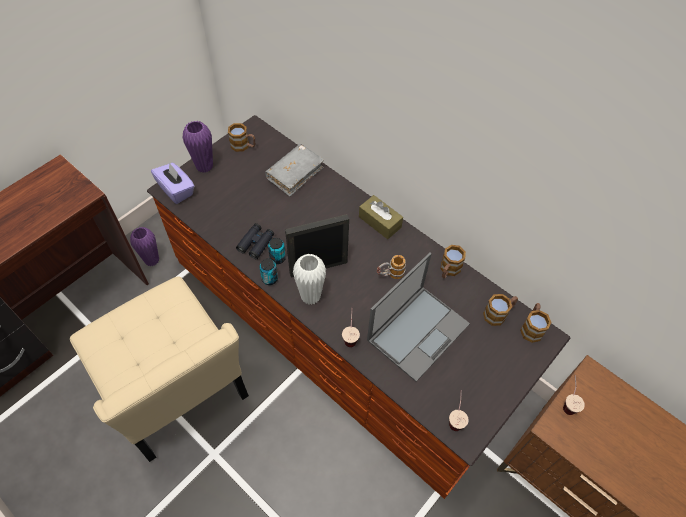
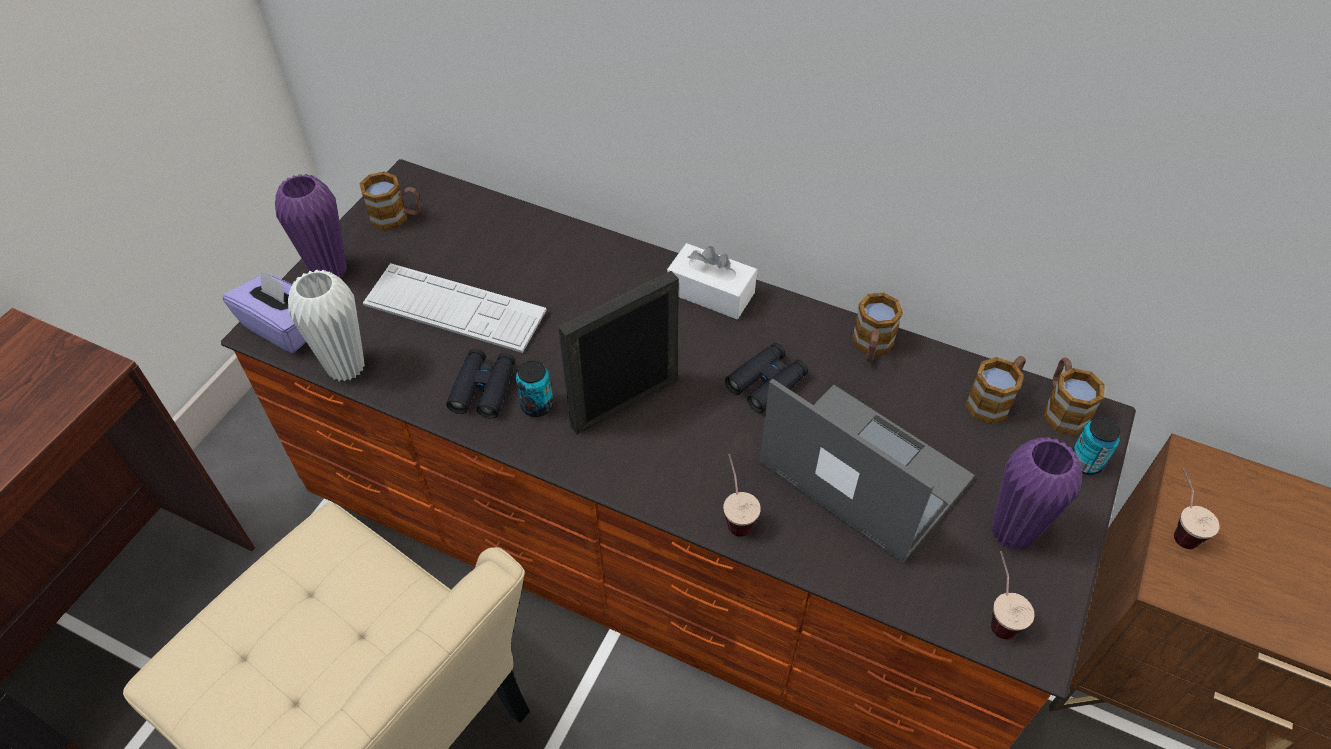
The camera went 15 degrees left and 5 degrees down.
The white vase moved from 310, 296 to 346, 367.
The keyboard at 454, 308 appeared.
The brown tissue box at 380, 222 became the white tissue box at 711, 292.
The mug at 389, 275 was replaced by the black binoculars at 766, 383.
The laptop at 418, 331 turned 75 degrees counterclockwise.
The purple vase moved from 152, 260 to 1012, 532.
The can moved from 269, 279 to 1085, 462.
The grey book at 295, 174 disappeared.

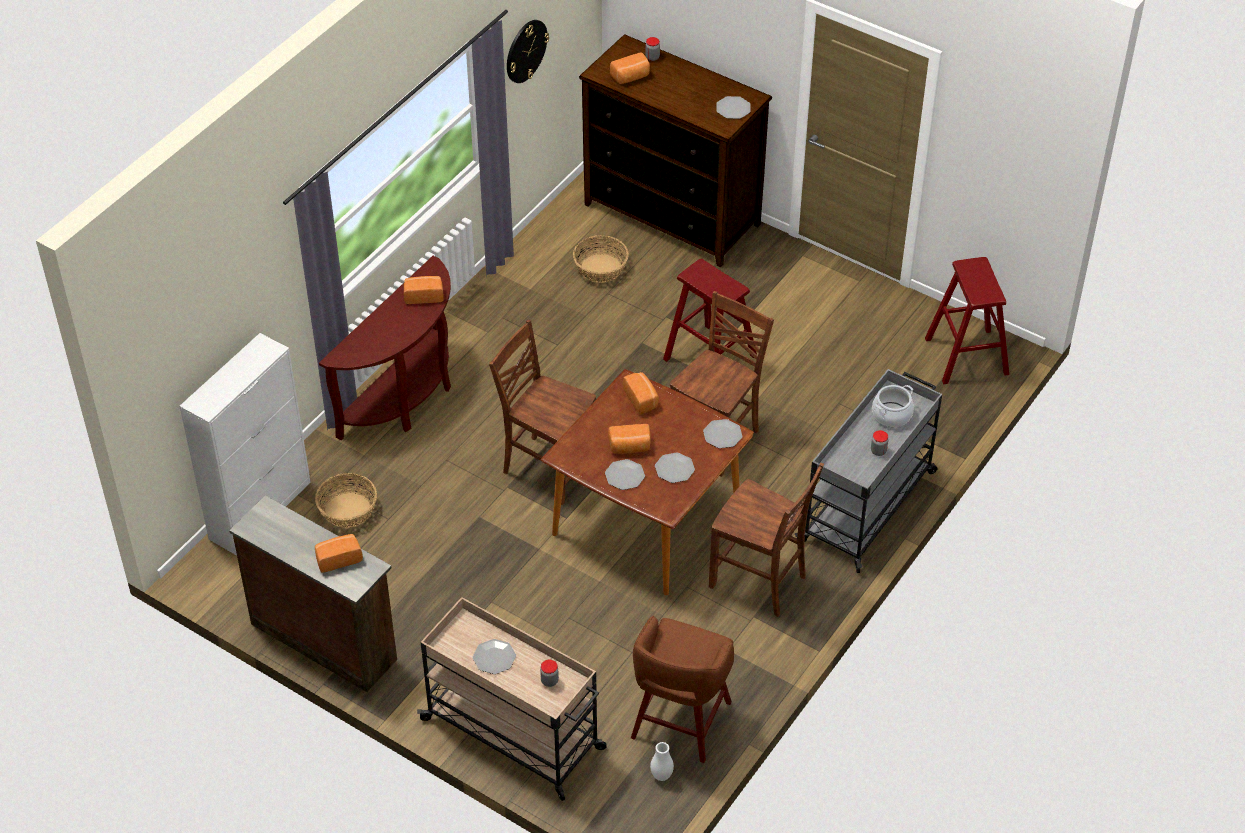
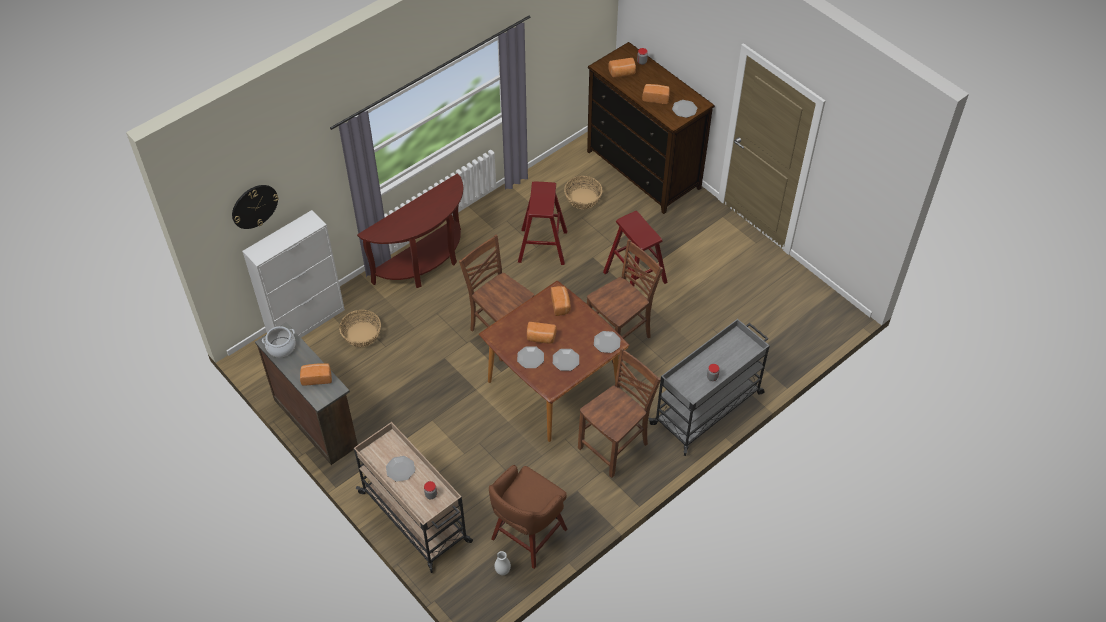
The camera went 15 degrees right and 5 degrees up.
The wall clock moved from 526, 51 to 254, 206.
The cooking pot moved from 891, 415 to 281, 347.
The red stool moved from 966, 356 to 542, 246.
The brown chair at 760, 582 turned 90 degrees counterclockwise.
The bread moved from 424, 296 to 656, 98.

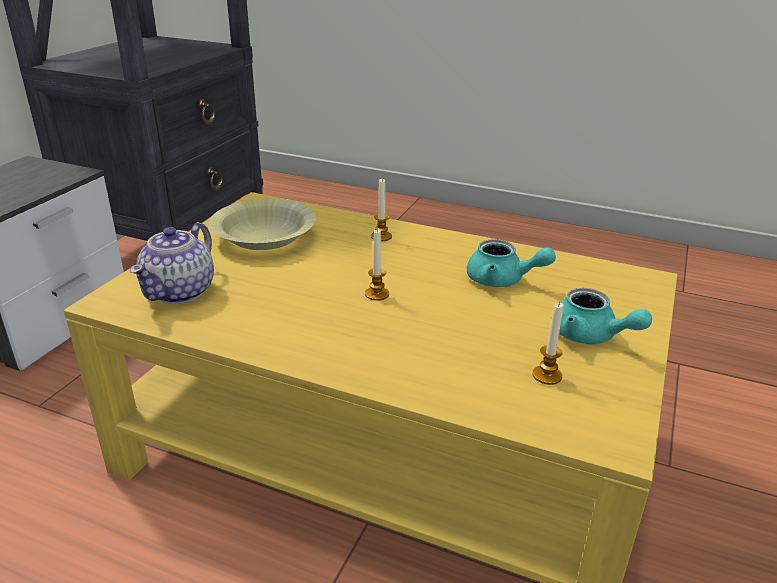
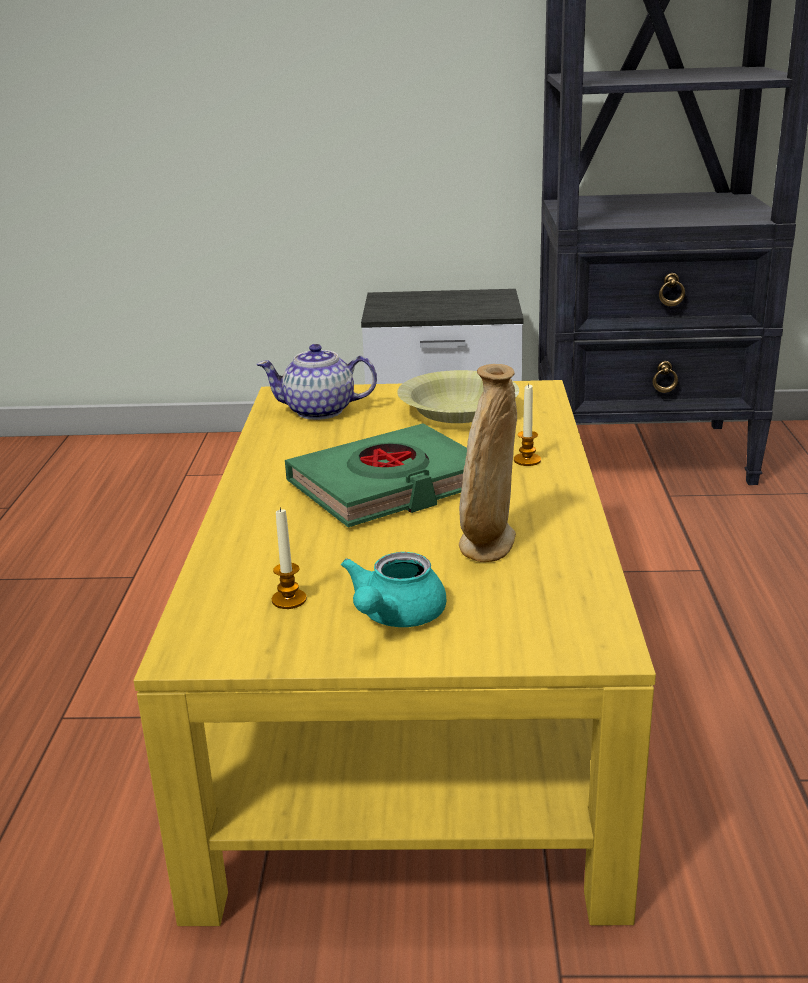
The camera went 70 degrees right and 5 degrees down.
The candle at 377, 294 was replaced by the green book at 388, 486.
The turquoise teapot at 502, 280 was replaced by the beige vase at 487, 544.

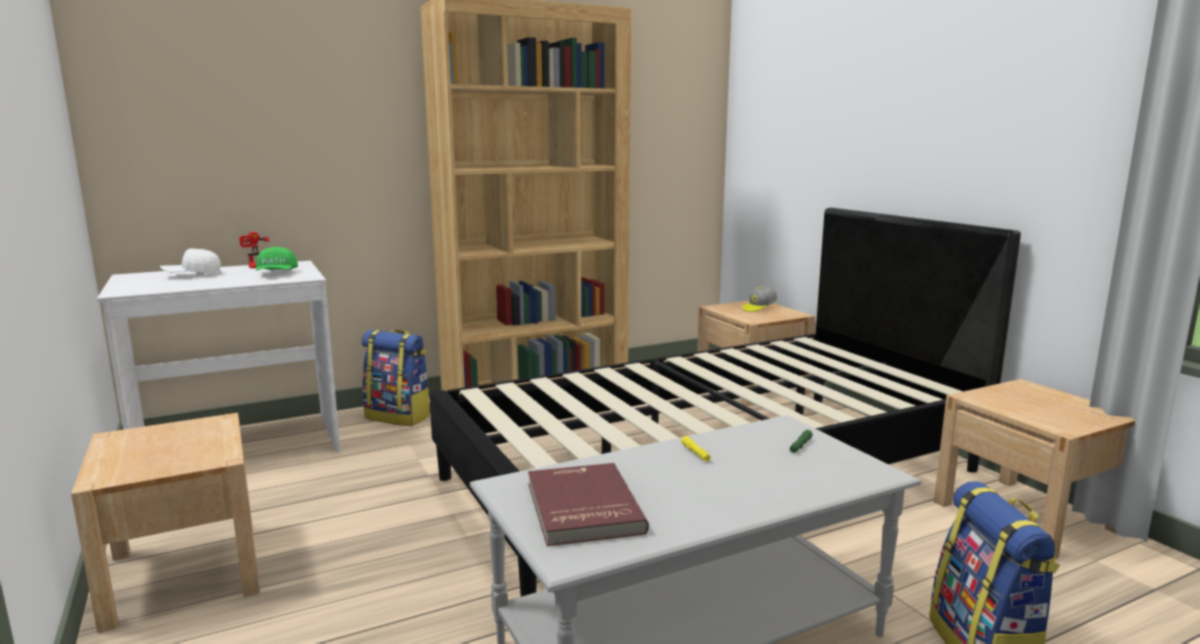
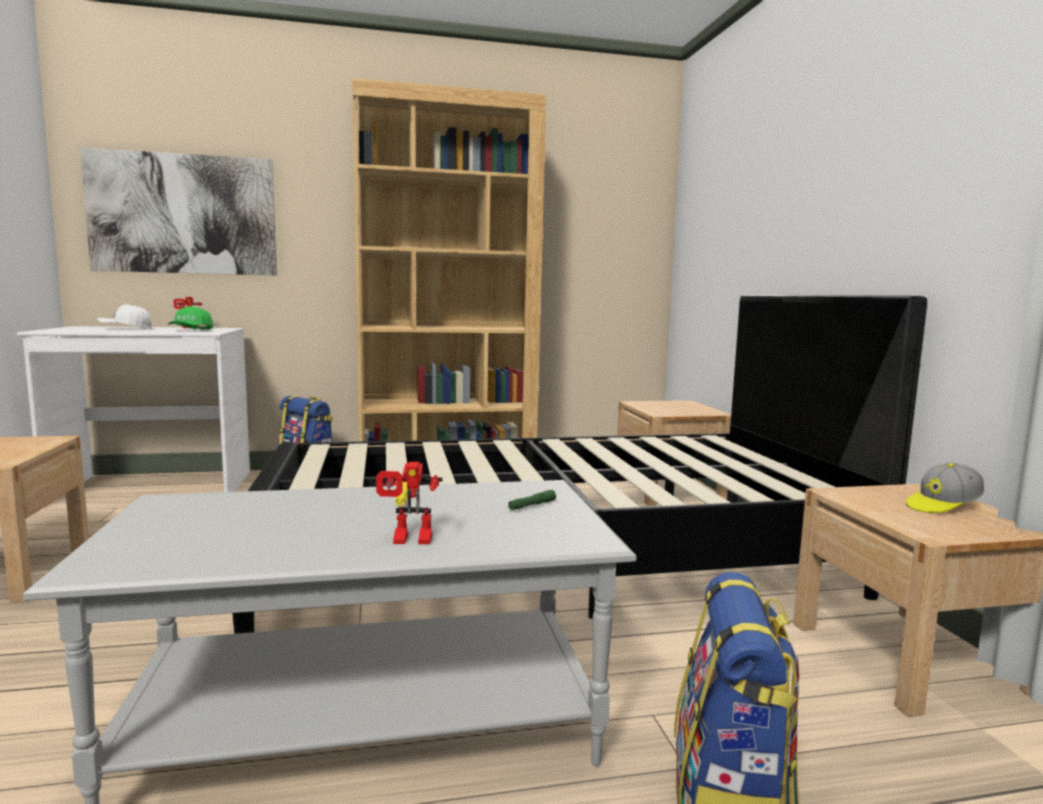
The camera went 15 degrees right and 5 degrees down.
The picture at 183, 214 appeared.
The toy robot at 409, 541 appeared.
The cap moved from 759, 308 to 942, 506.
The red book at 581, 508 disappeared.

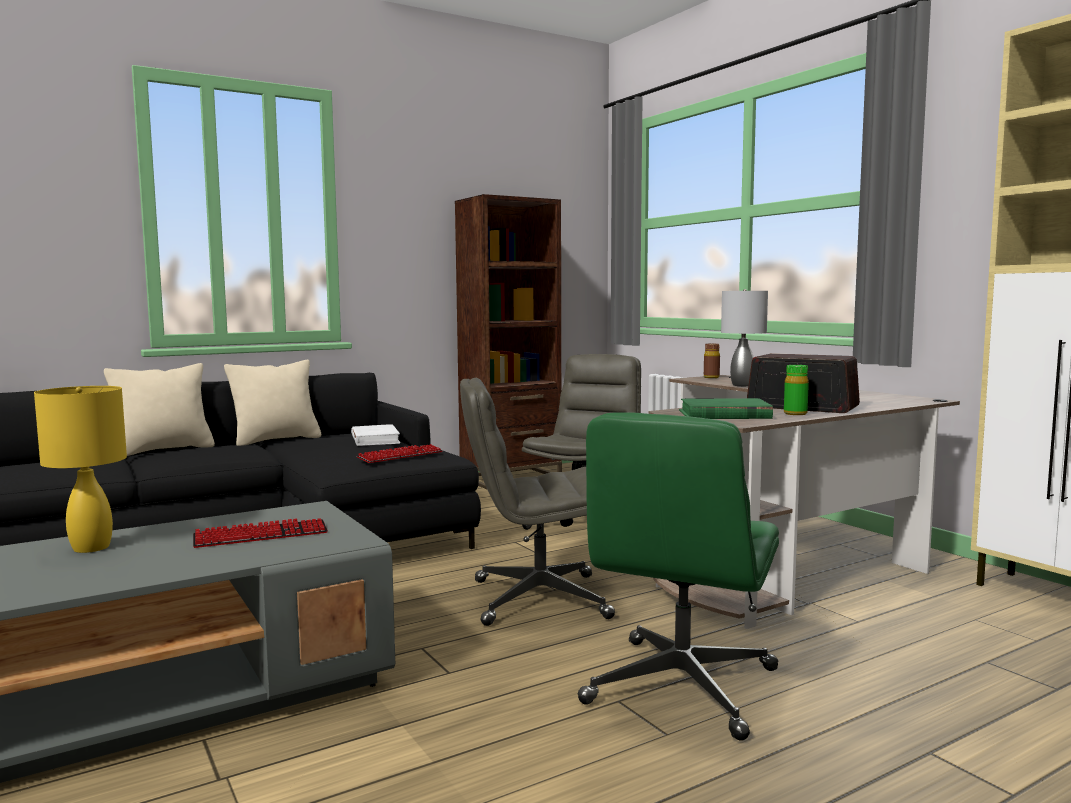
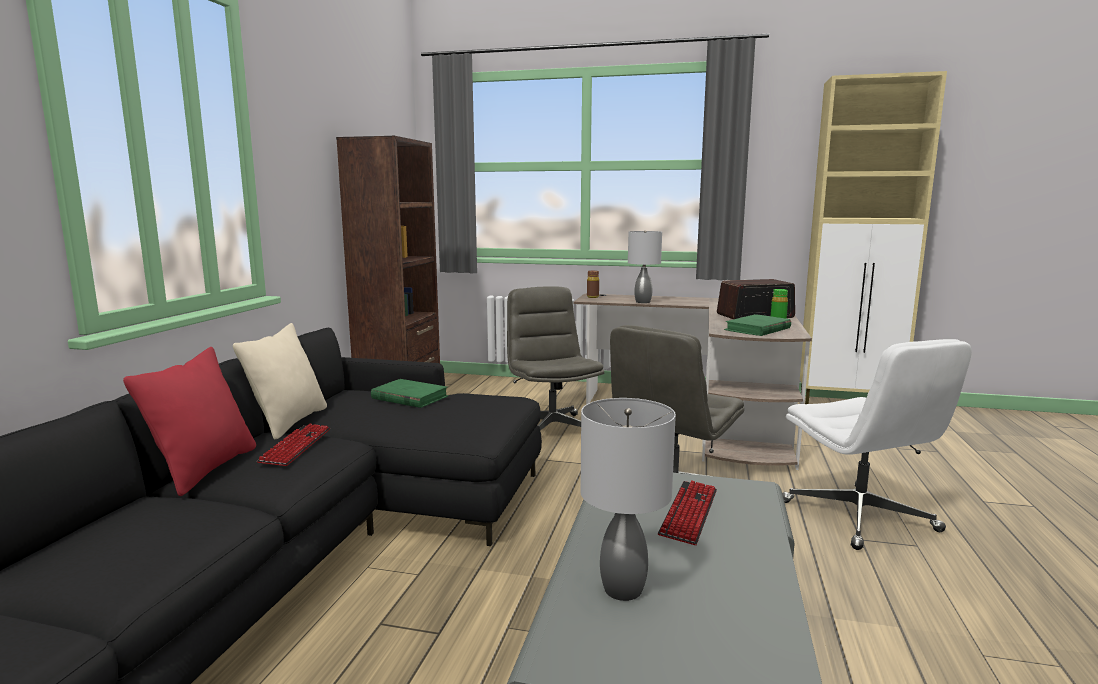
The camera went 45 degrees left and 5 degrees up.
The beige pillow at 164, 450 became the red pillow at 205, 469.
The keyboard moved from 400, 456 to 296, 446.
The white book at 375, 439 became the green book at 409, 397.
The yellow table lamp at 91, 548 became the grey table lamp at 624, 589.
The green office chair at 681, 687 became the white office chair at 860, 517.

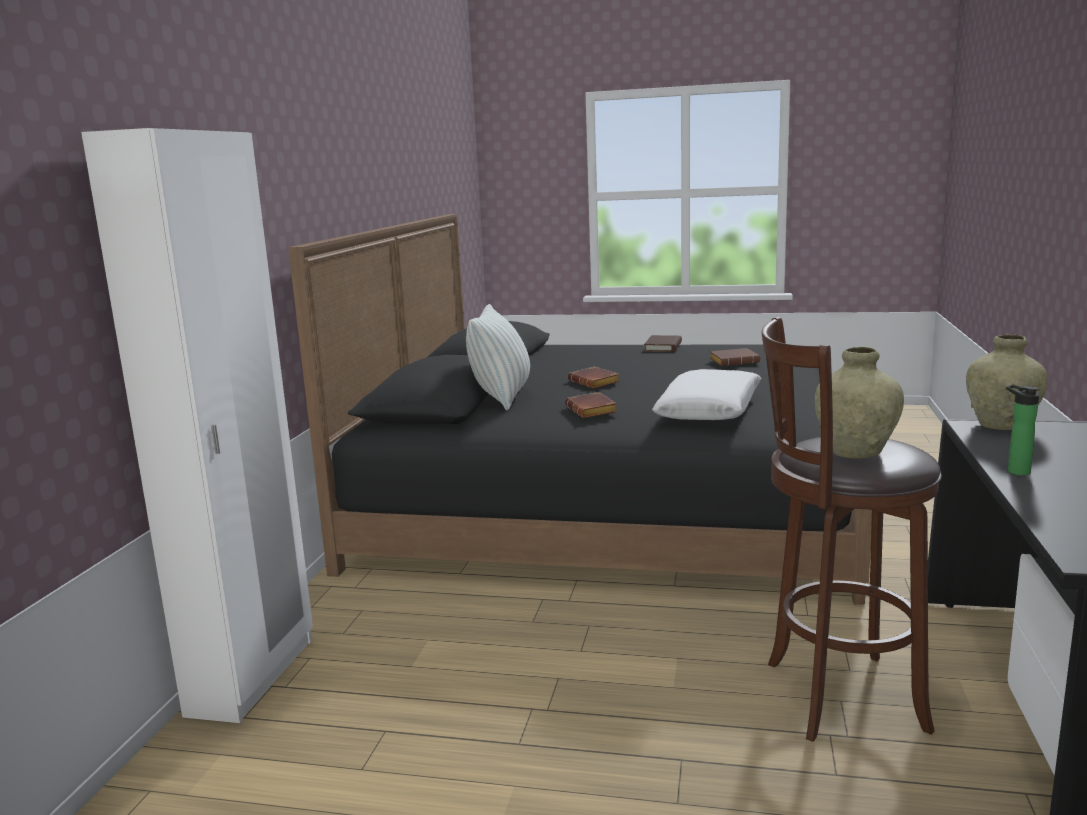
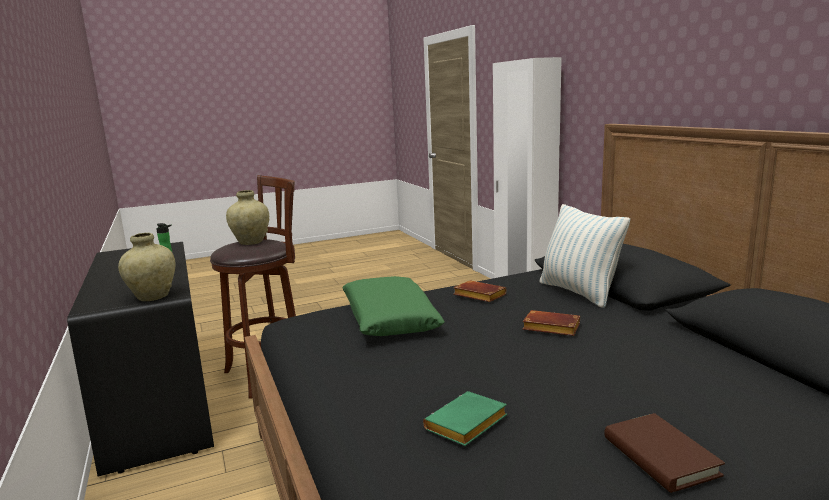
The camera went 145 degrees right and 0 degrees up.
The white pillow at 709, 410 became the green pillow at 389, 318.
The brown book at 735, 361 became the green book at 466, 426.

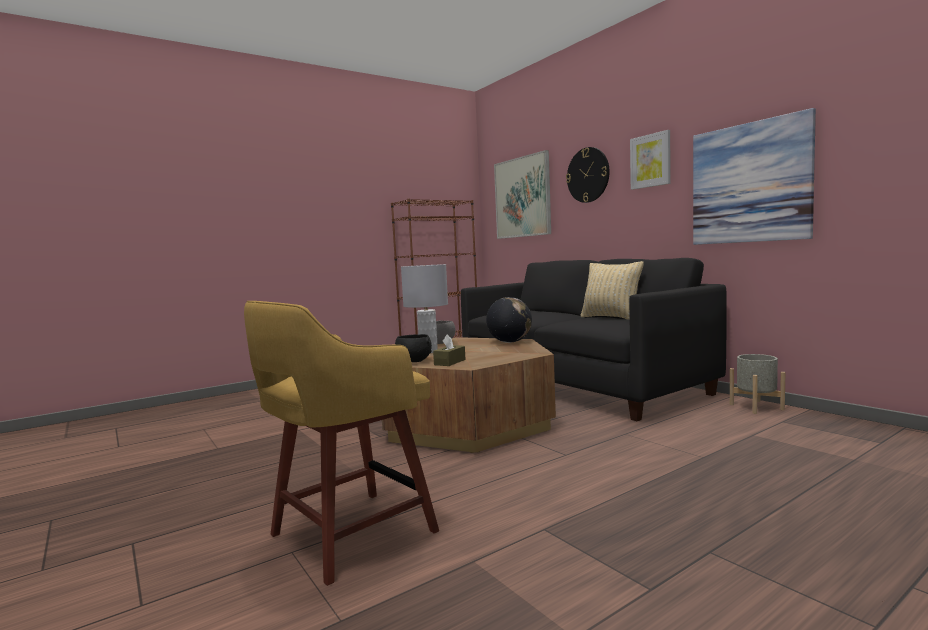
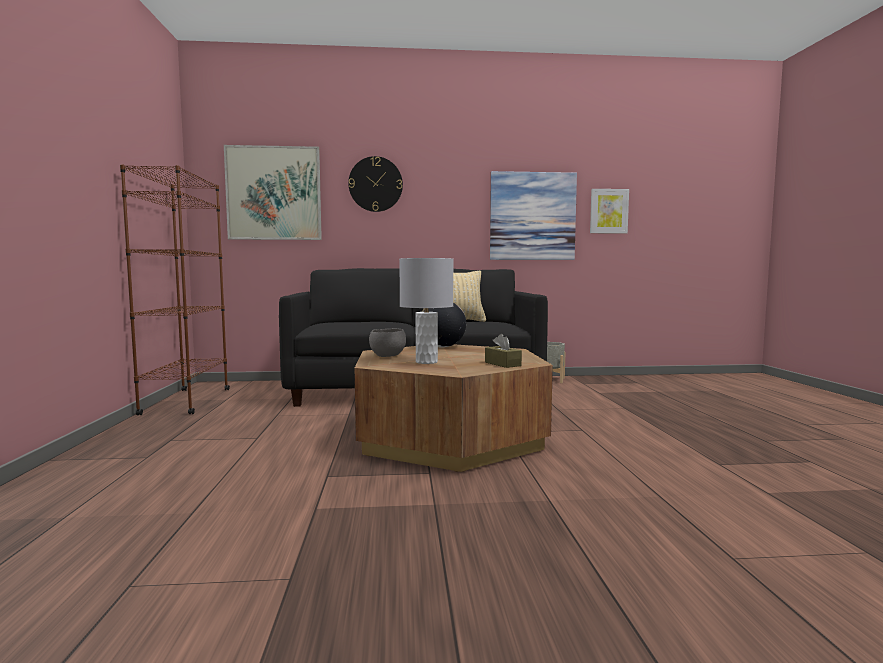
The camera went 60 degrees left and 0 degrees up.
The picture moved from 650, 160 to 608, 211.
The yellow stool at 348, 535 disappeared.
The black bowl at 413, 361 disappeared.

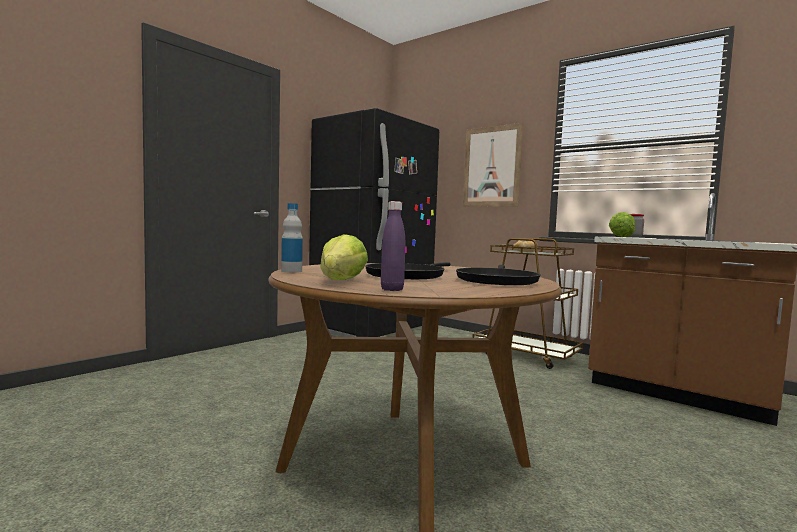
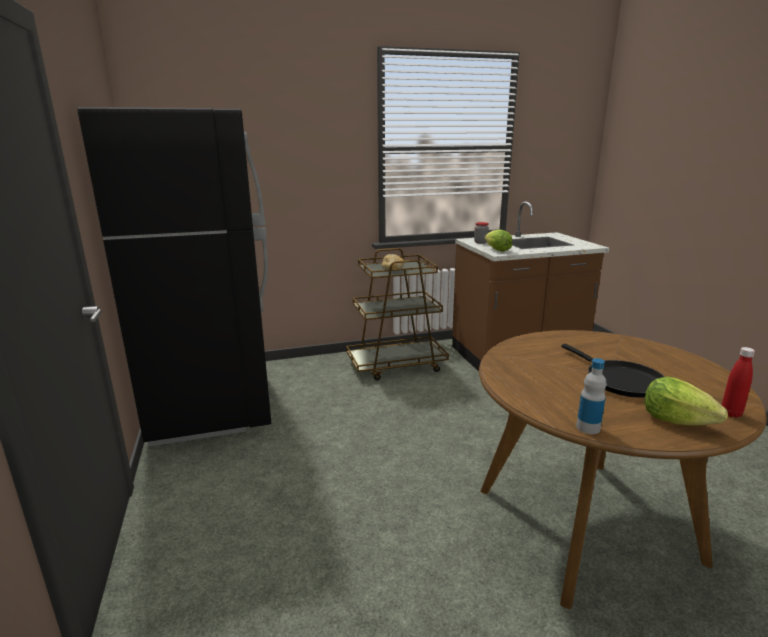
The camera went 55 degrees left and 15 degrees up.
The purple bottle at 392, 289 became the red bottle at 731, 413.
The black frying pan at 497, 281 disappeared.
The picture at 492, 167 disappeared.

